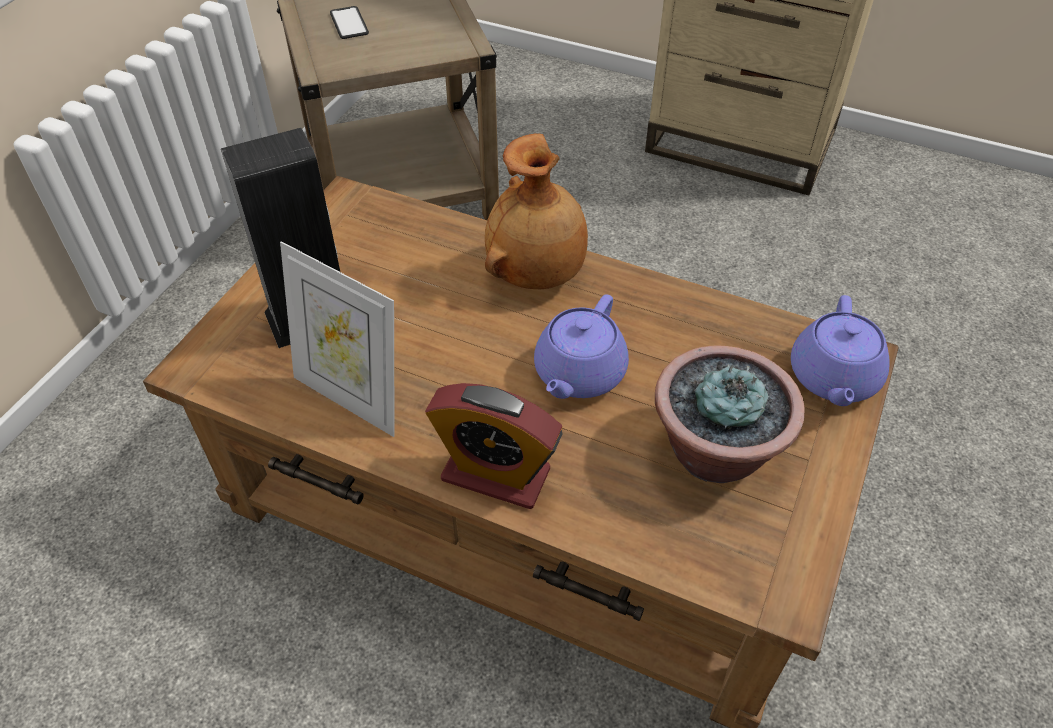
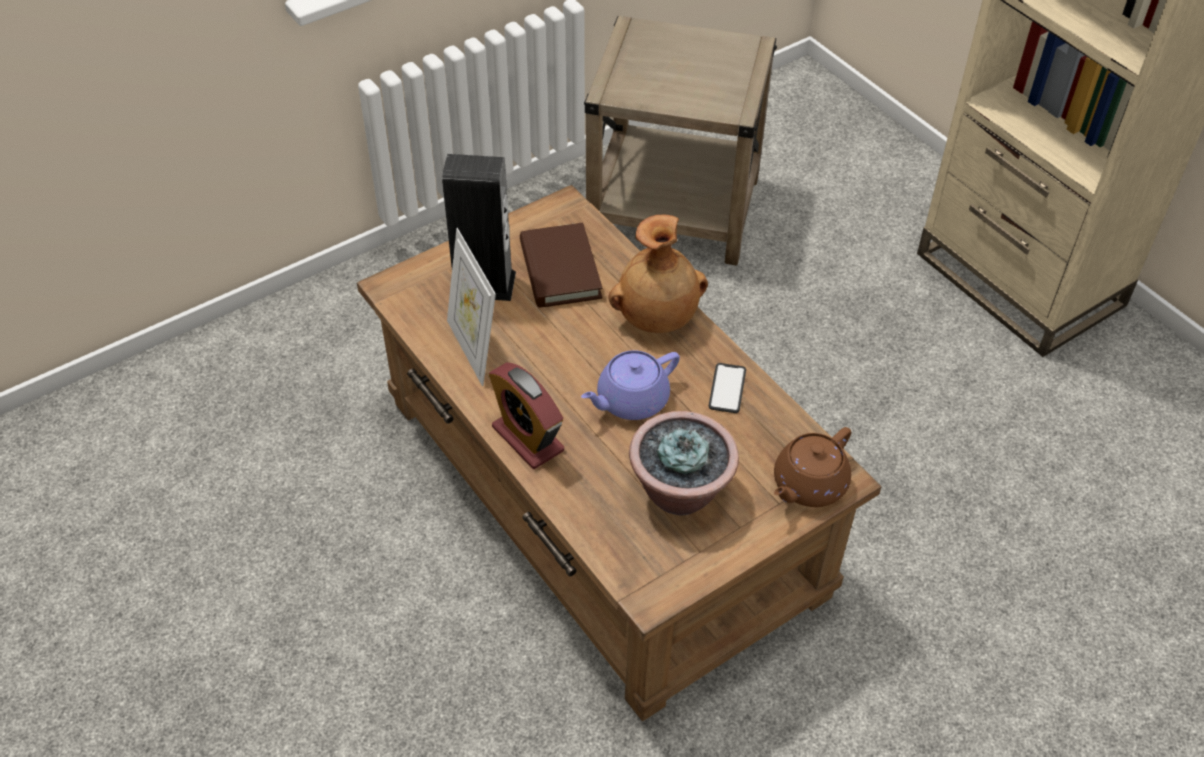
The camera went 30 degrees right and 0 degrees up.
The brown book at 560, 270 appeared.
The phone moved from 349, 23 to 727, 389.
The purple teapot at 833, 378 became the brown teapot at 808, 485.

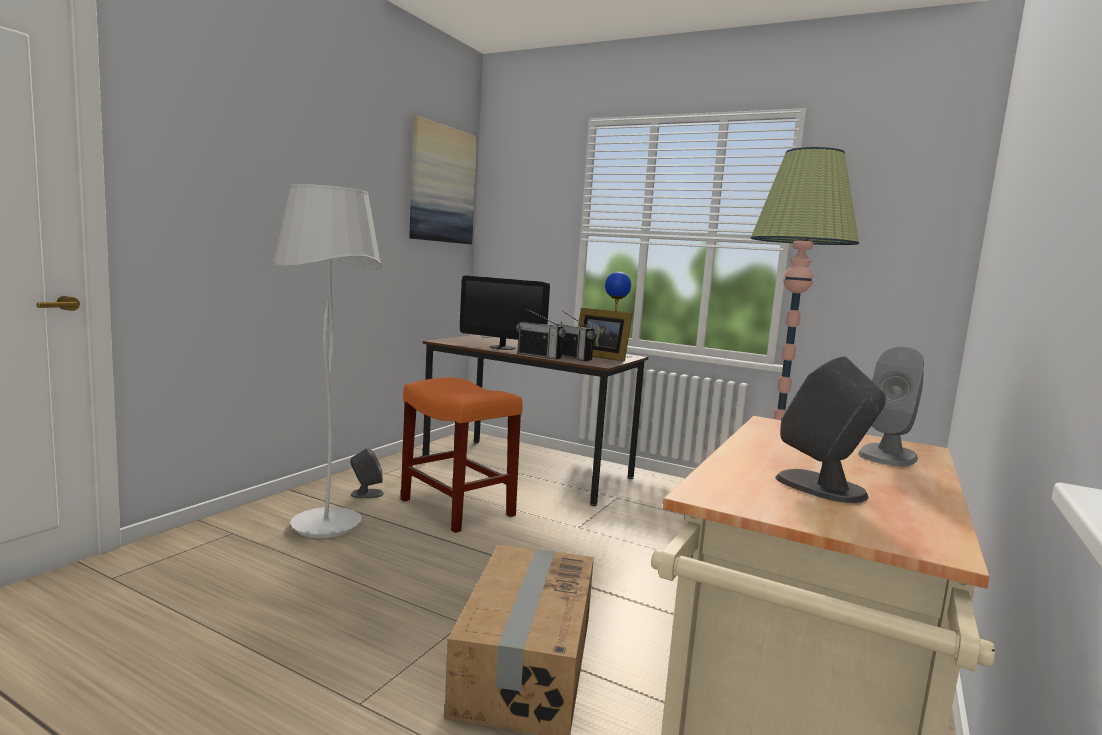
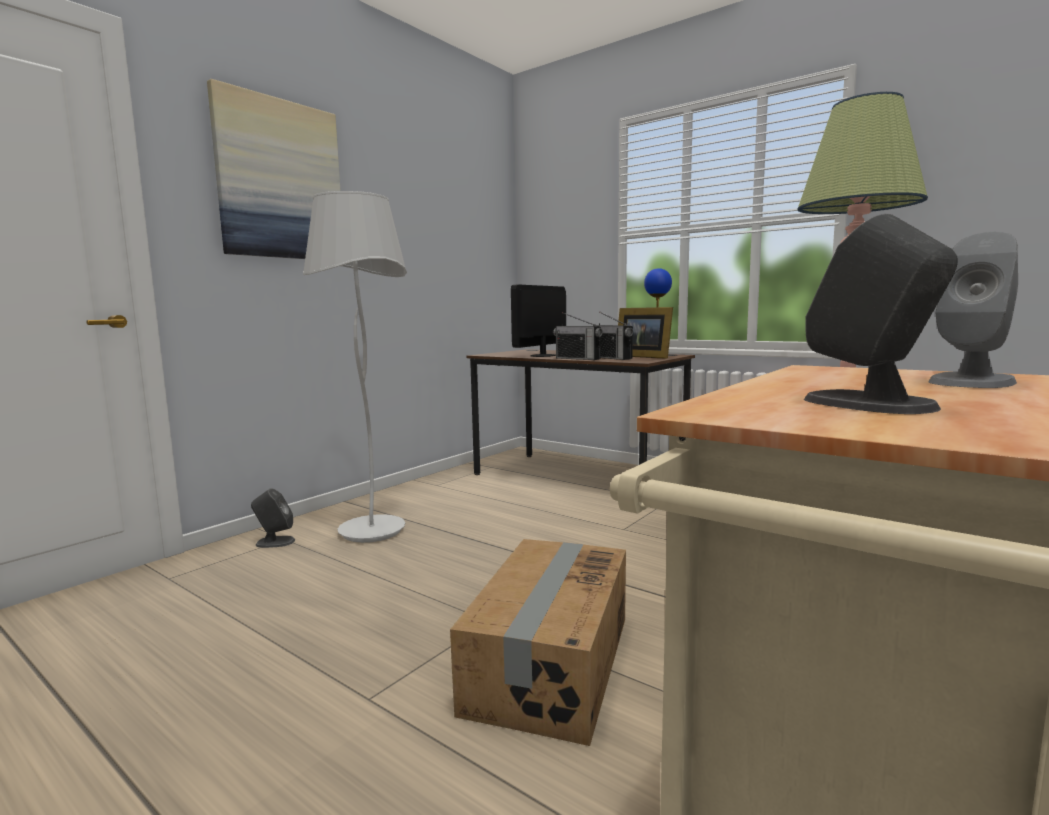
The camera went 10 degrees right and 0 degrees up.
The picture moved from 442, 185 to 280, 180.
The grey speaker moved from 366, 494 to 274, 542.
The monitor at 502, 347 turned 90 degrees clockwise.
The orange stool at 455, 507 disappeared.

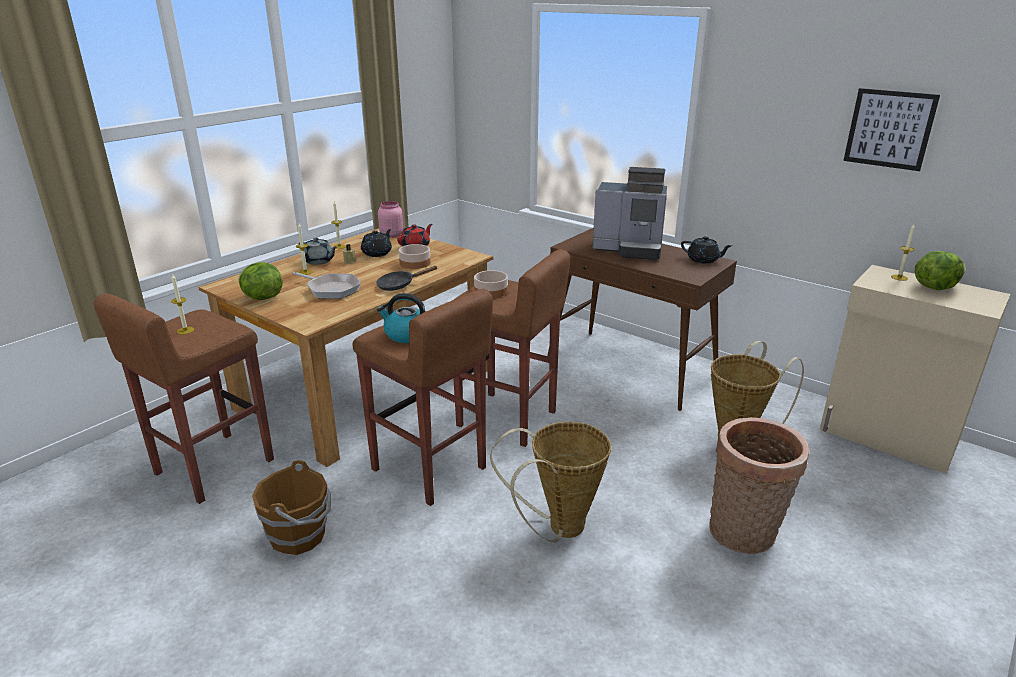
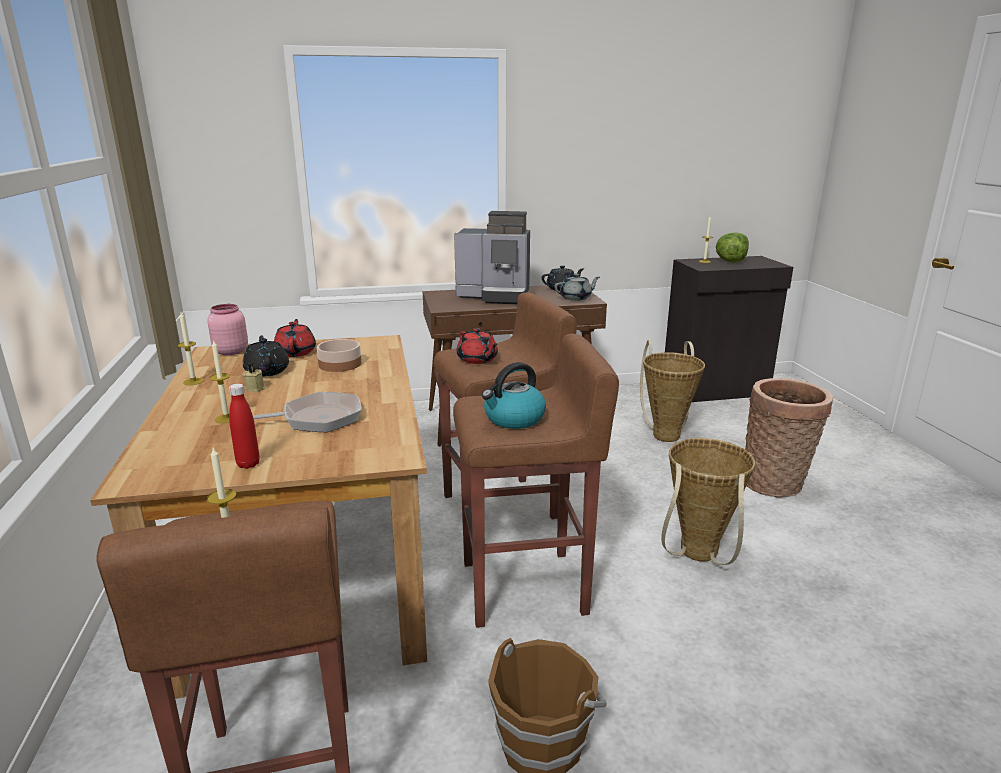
The camera went 50 degrees left and 5 degrees down.
The lettuce at 262, 298 was replaced by the red bottle at 248, 464.
The coffee machine at 630, 249 turned 45 degrees clockwise.
The bowl at 491, 291 was replaced by the red teapot at 477, 360.
The grey teapot moved from 319, 261 to 576, 298.
The beige cabinet at 888, 437 became the black cabinet at 716, 390.
The black frying pan at 399, 285 disappeared.
The picture at 889, 129 disappeared.

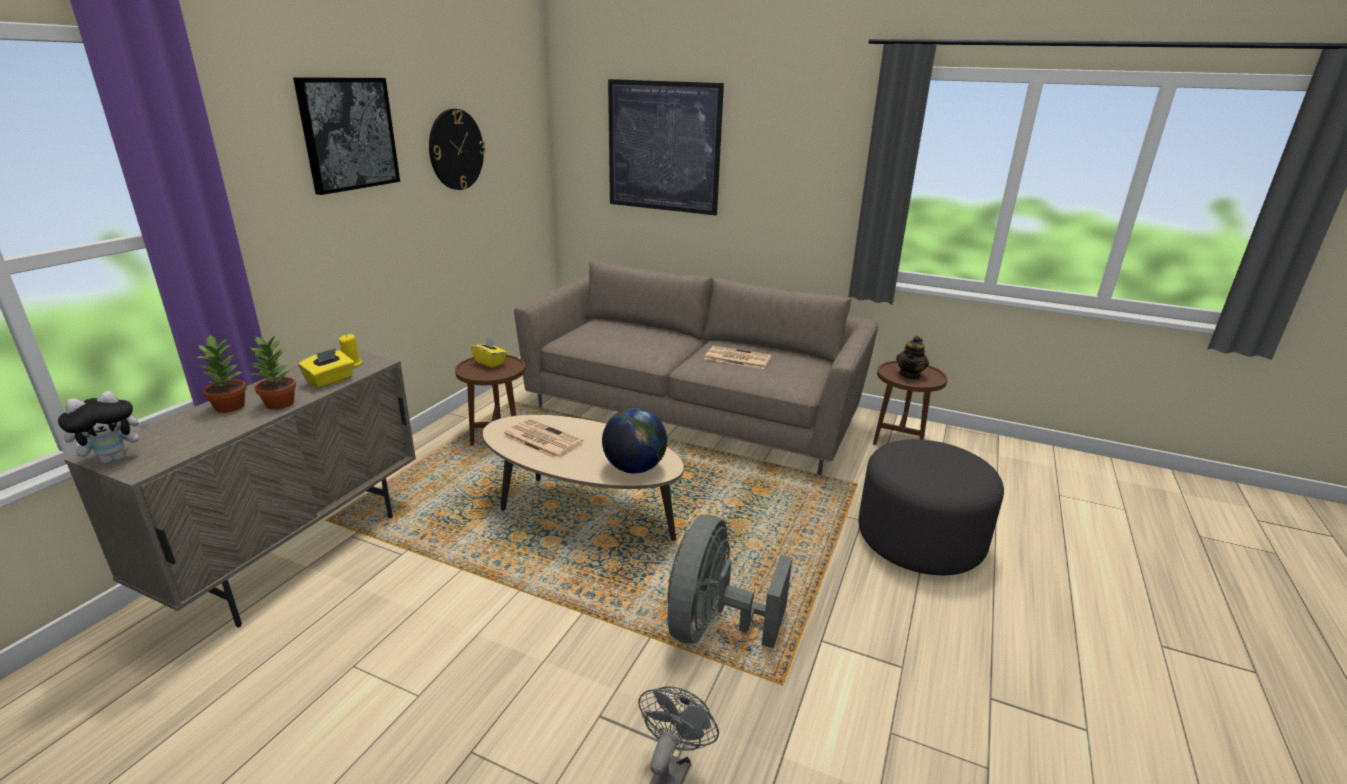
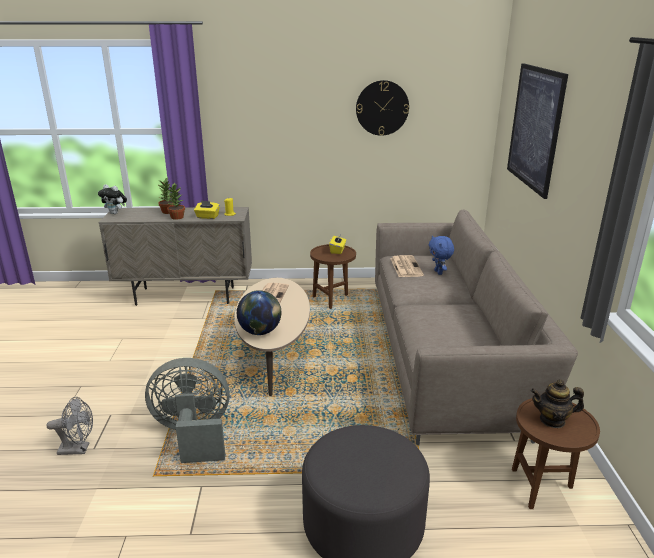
The camera went 65 degrees right and 0 degrees up.
The newspaper moved from 736, 358 to 405, 266.
The blue plush toy at 439, 272 appeared.
The picture at 348, 134 disappeared.

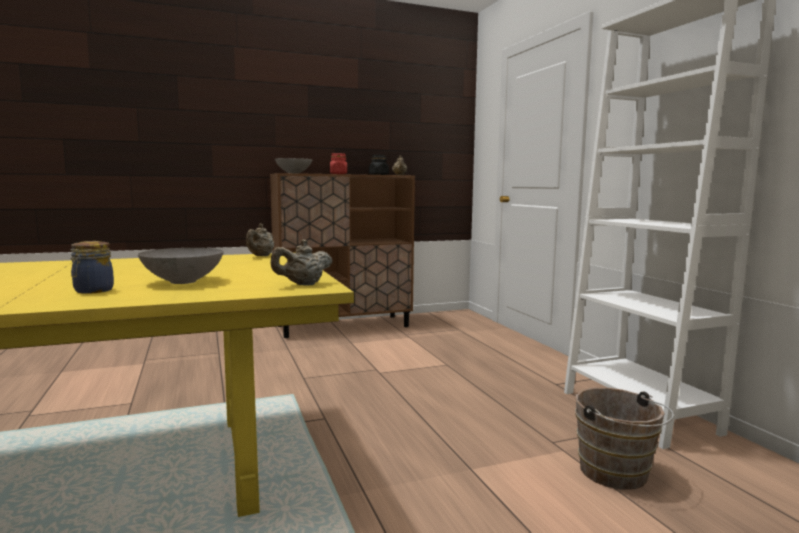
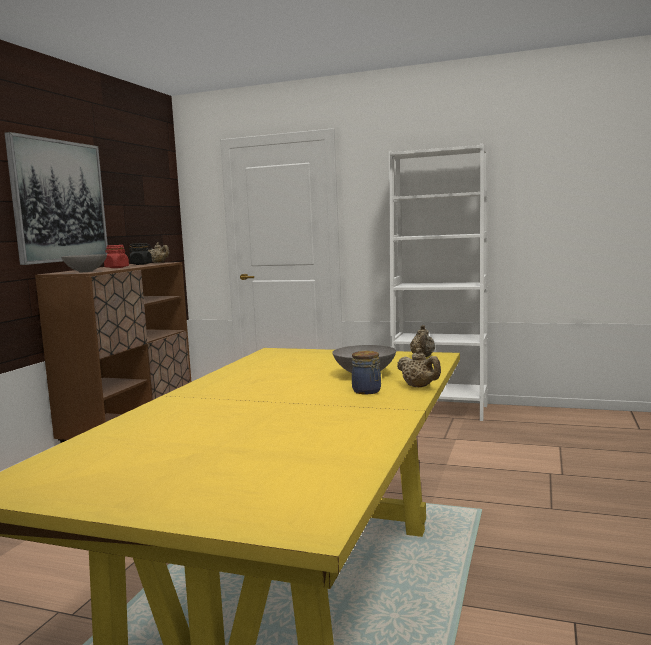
The camera went 50 degrees left and 0 degrees up.
The picture at 59, 201 appeared.
The beige teapot moved from 260, 256 to 419, 386.
The brown bucket at 617, 474 disappeared.

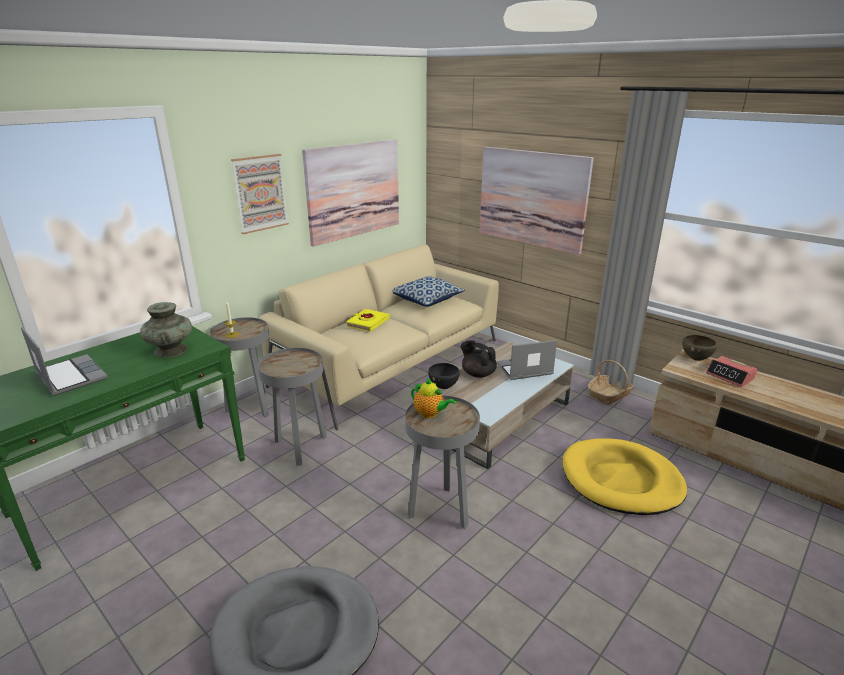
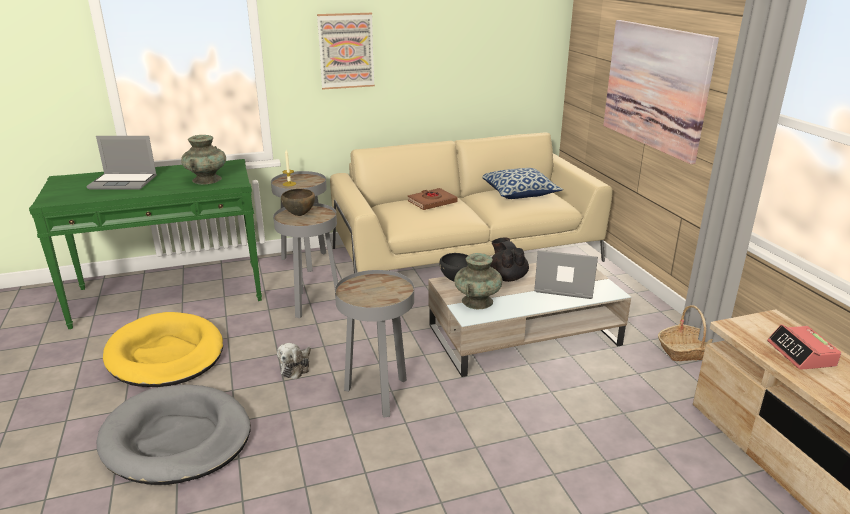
The camera went 30 degrees right and 0 degrees up.
The laptop at 70, 376 turned 105 degrees clockwise.
The yellow dog bed moved from 621, 480 to 166, 354.
The plush toy at 296, 367 appeared.
The brown bowl moved from 696, 359 to 300, 215.
The yellow book at 367, 323 became the brown book at 432, 202.
The turquoise vase at 477, 301 appeared.
The picture at 354, 190 disappeared.
The teapot at 430, 414 disappeared.

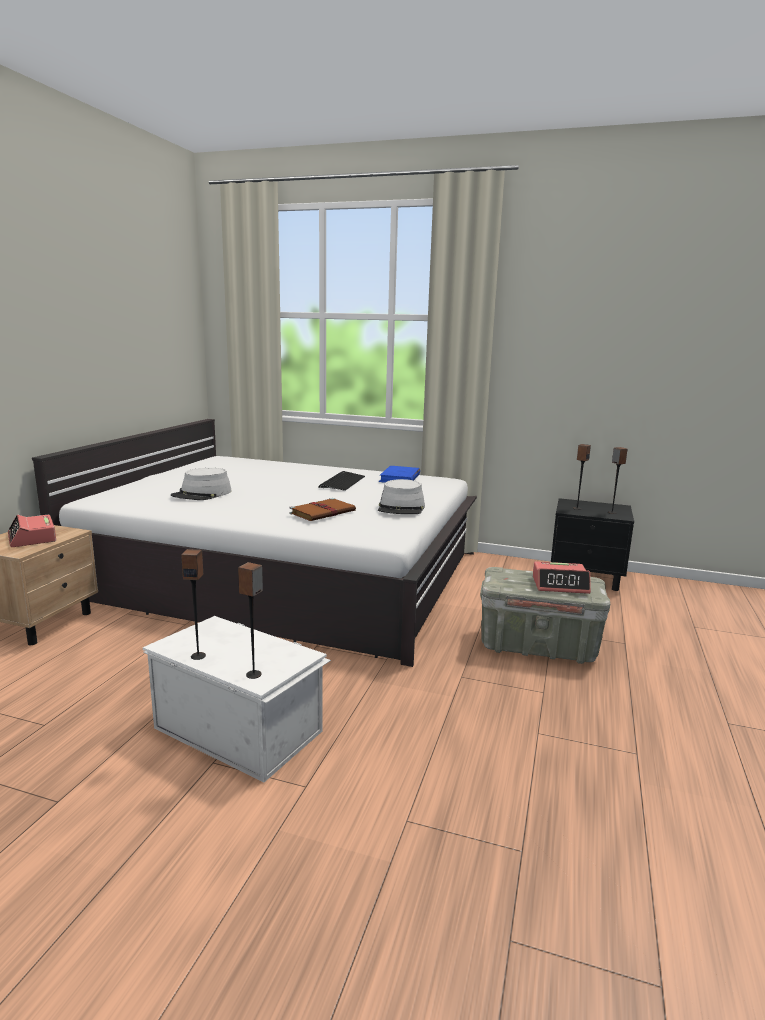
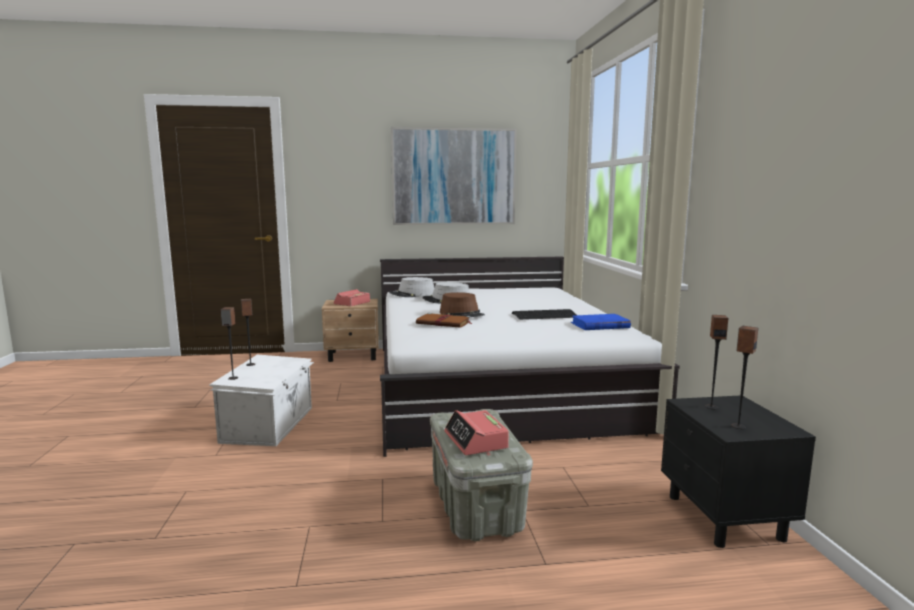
The camera went 65 degrees right and 5 degrees down.
The grey hat moved from 401, 508 to 412, 294.
The picture at 453, 177 appeared.
The brown hat at 462, 314 appeared.

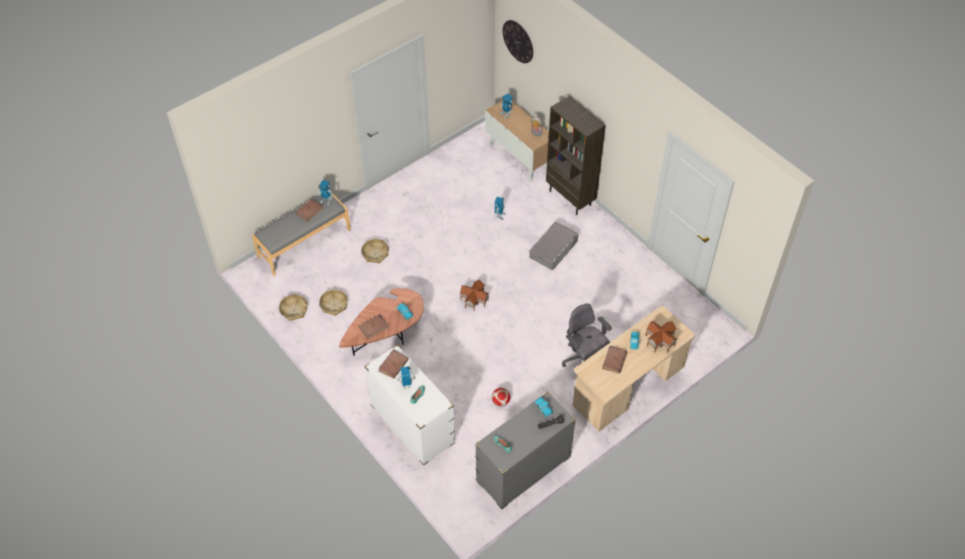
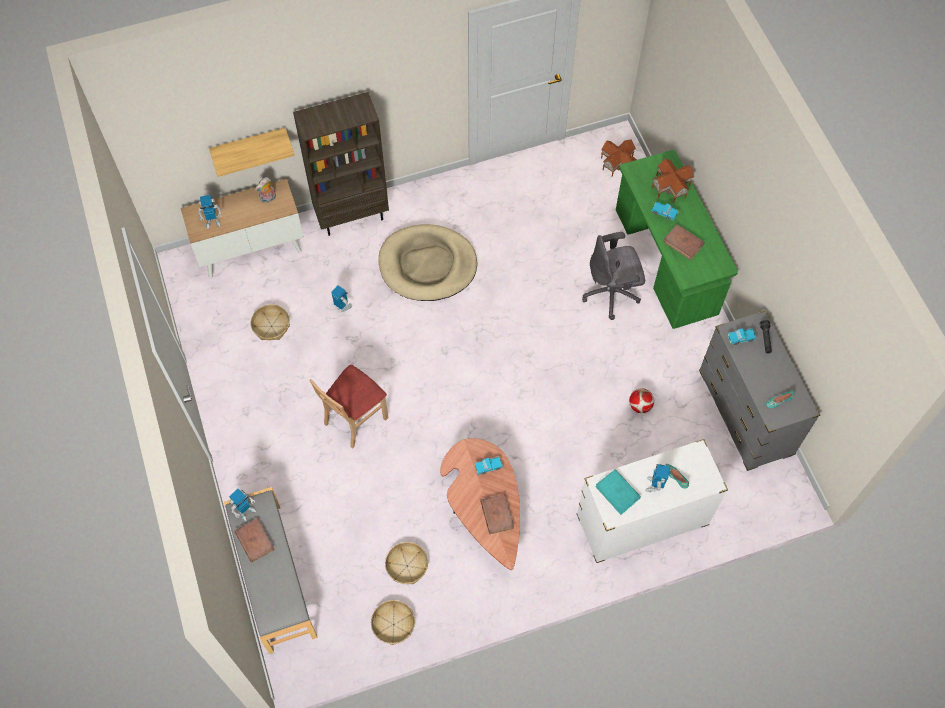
The camera went 70 degrees left and 10 degrees up.
The shelf at 249, 146 appeared.
The basket moved from 375, 254 to 271, 326.
The beige chair at 355, 419 appeared.
The grey storage box at 553, 249 was replaced by the beige dog bed at 427, 265.
The brown book at 393, 365 became the turquoise book at 617, 492.
The toy house moved from 474, 300 to 618, 163.
The beige desk at 628, 387 became the green desk at 665, 262.
The wall clock at 518, 41 disappeared.

